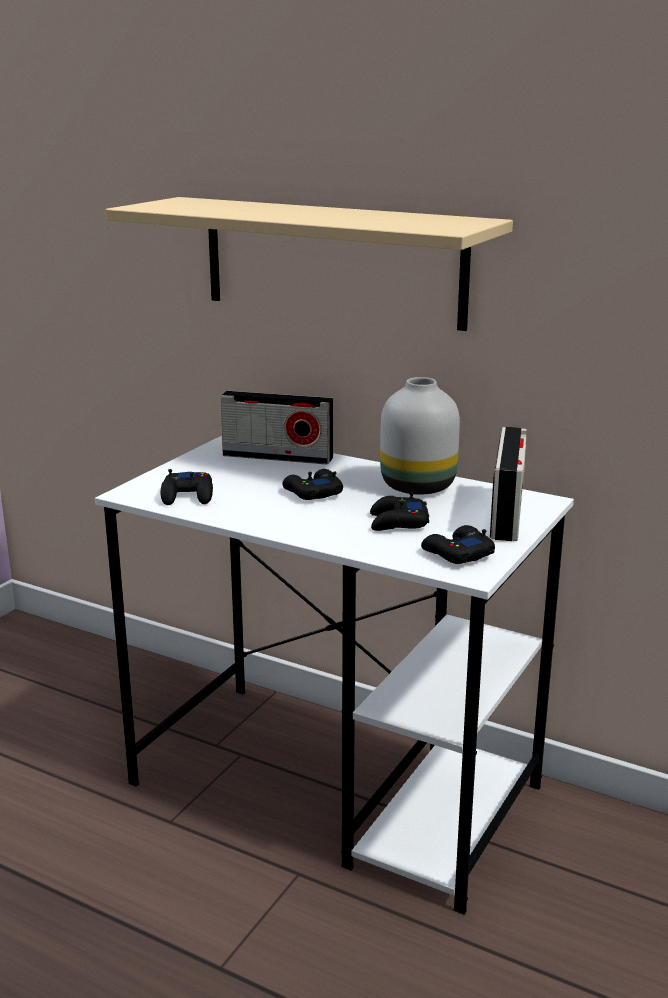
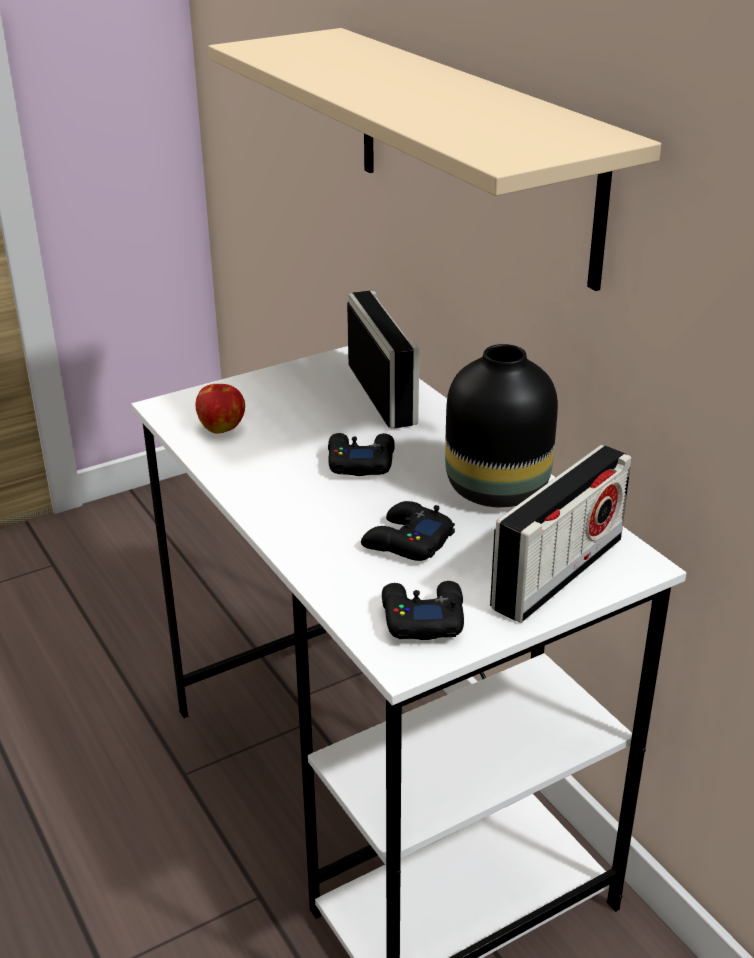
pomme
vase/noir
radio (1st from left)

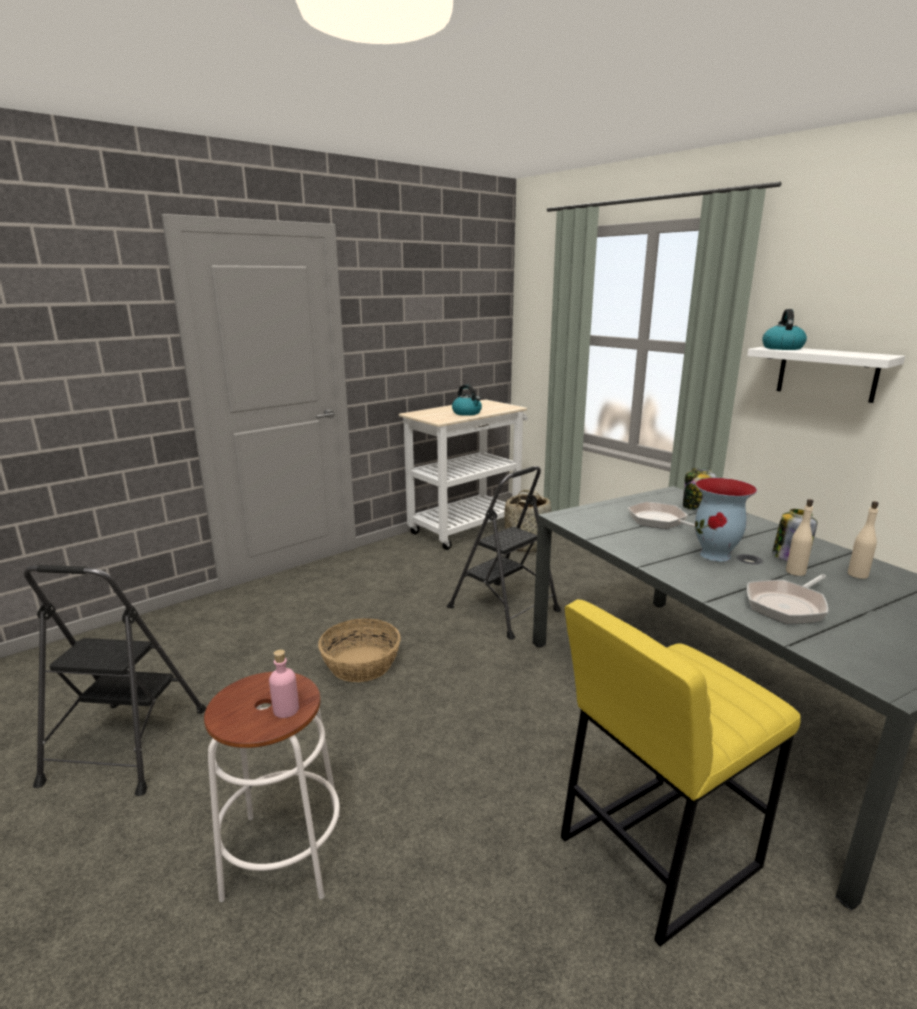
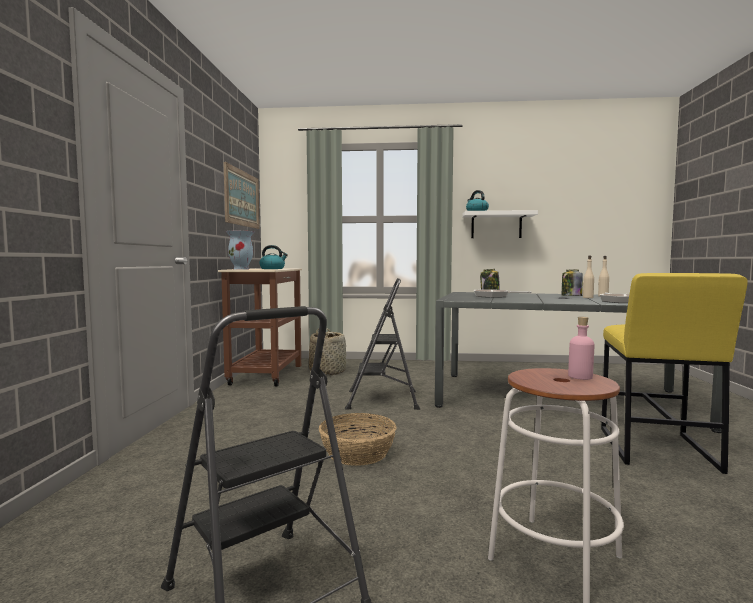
tableau
vase
chariot/marron

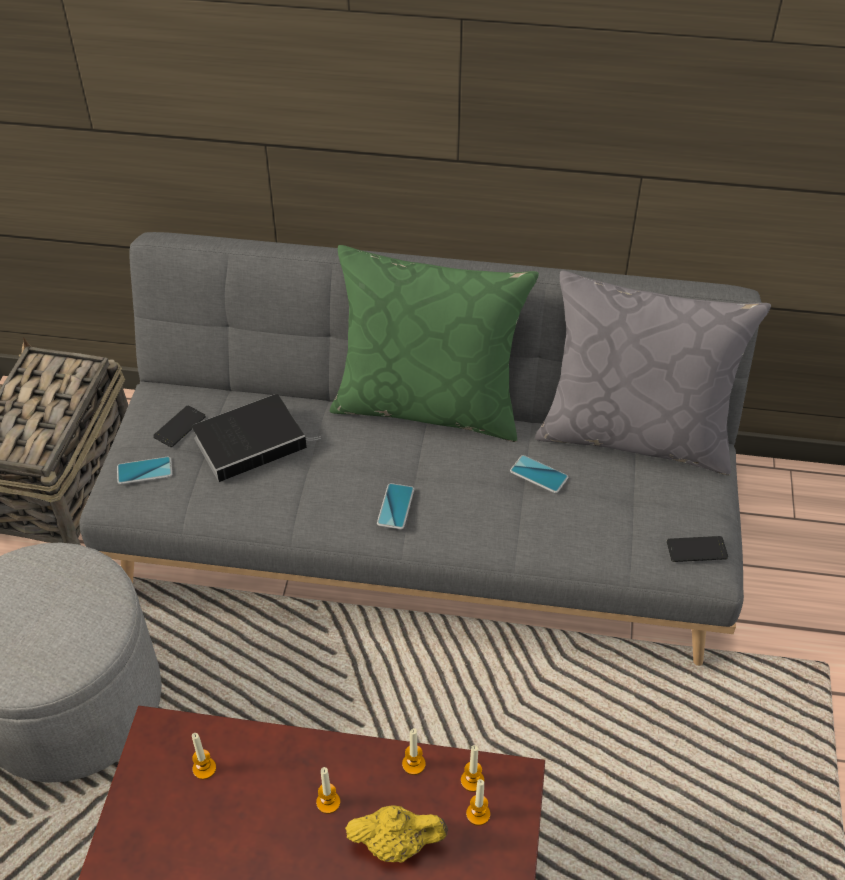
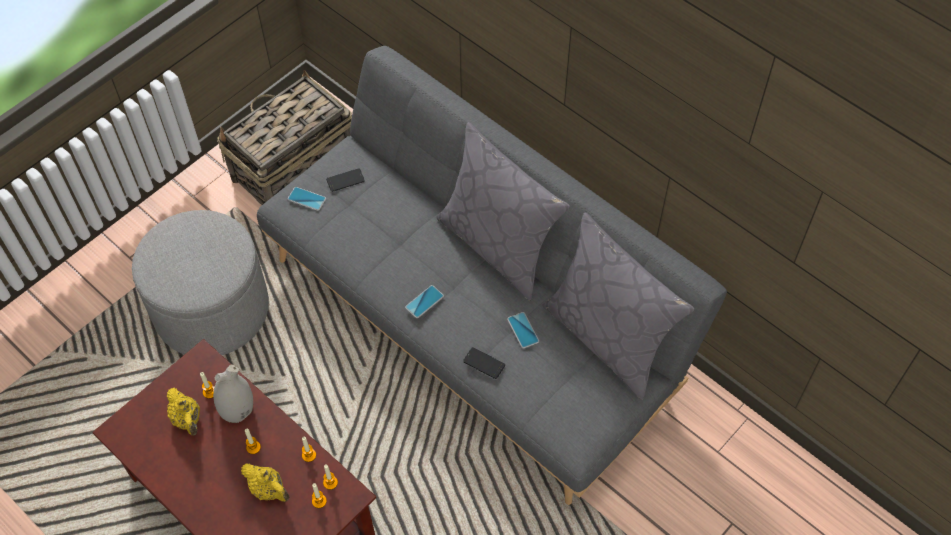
livre
théière/jaune (1st from left)
vase/blanc
téléphone (4th from left)
coussin/gris (1st from left)

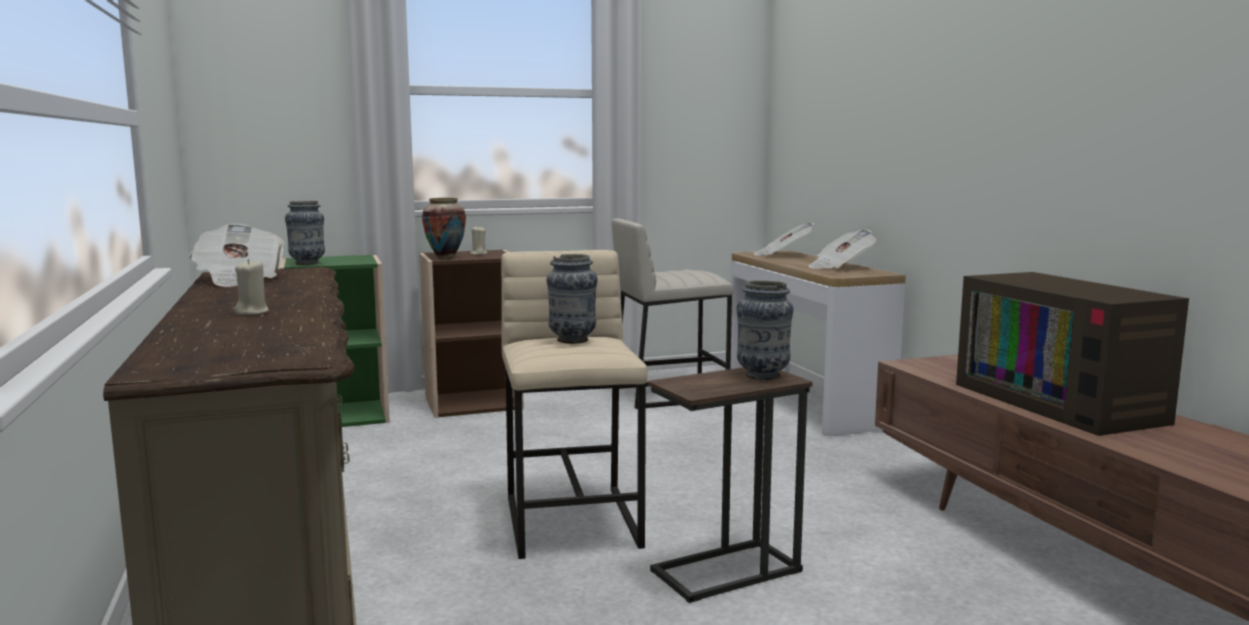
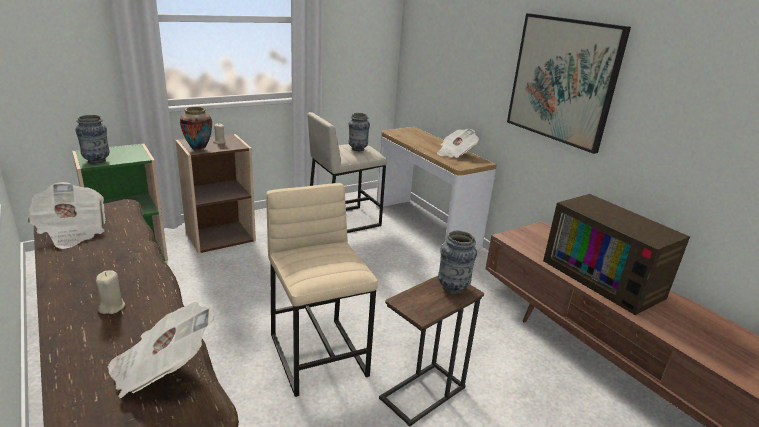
tableau
vase (3rd from left)
journal (2nd from left)

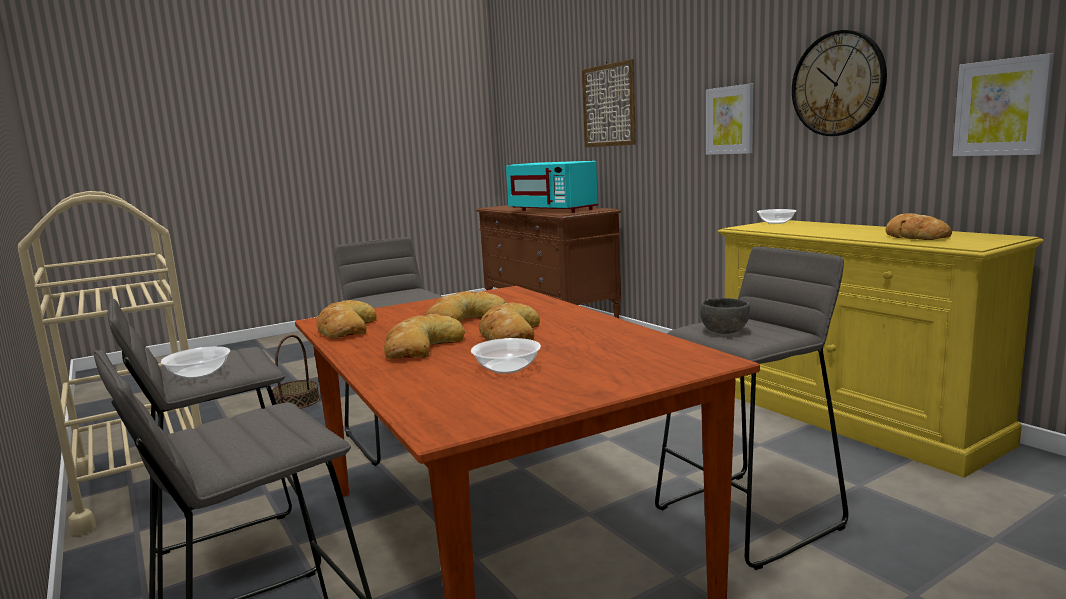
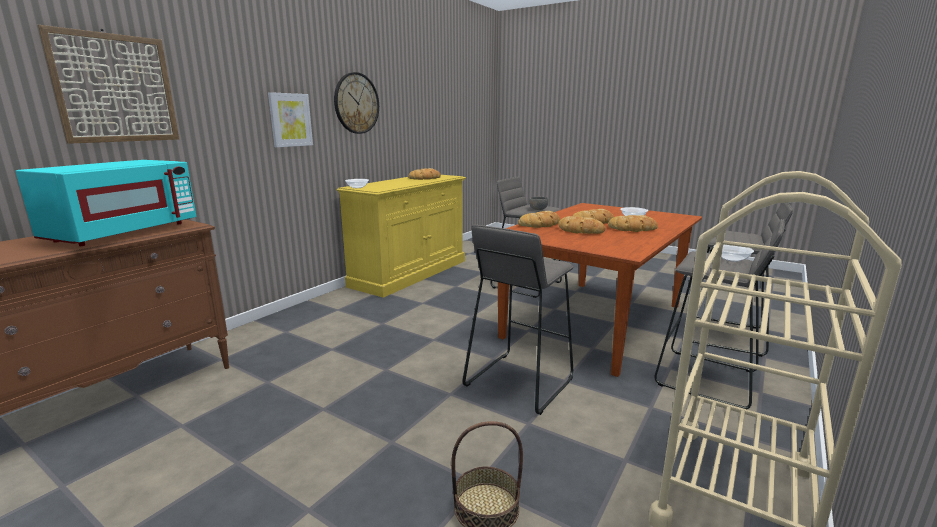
tableau (3rd from left in the first image)
pain (2nd from left)

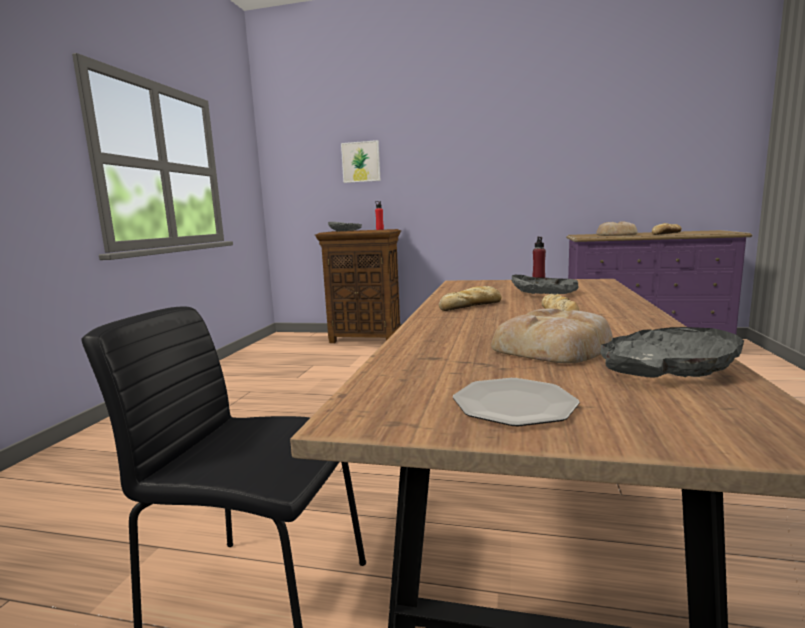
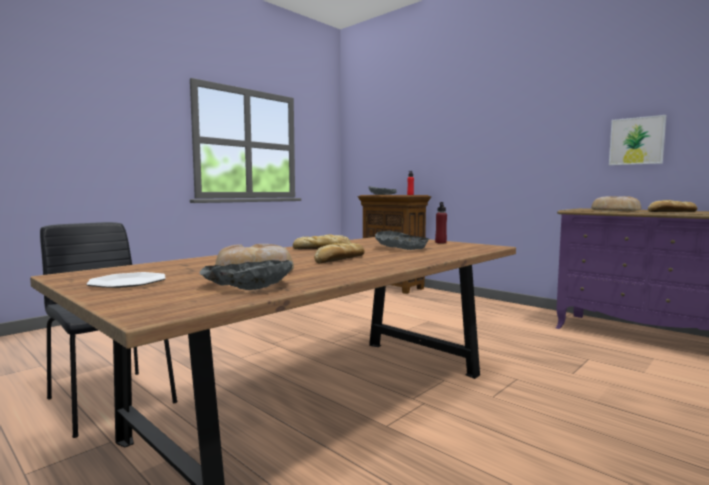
tableau

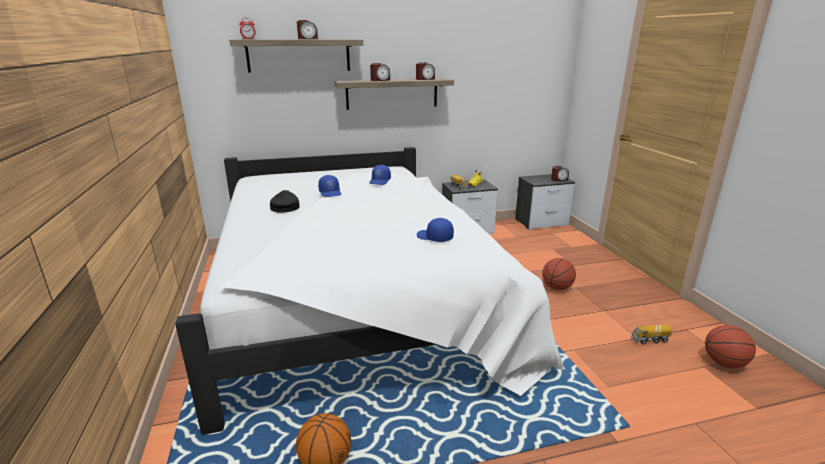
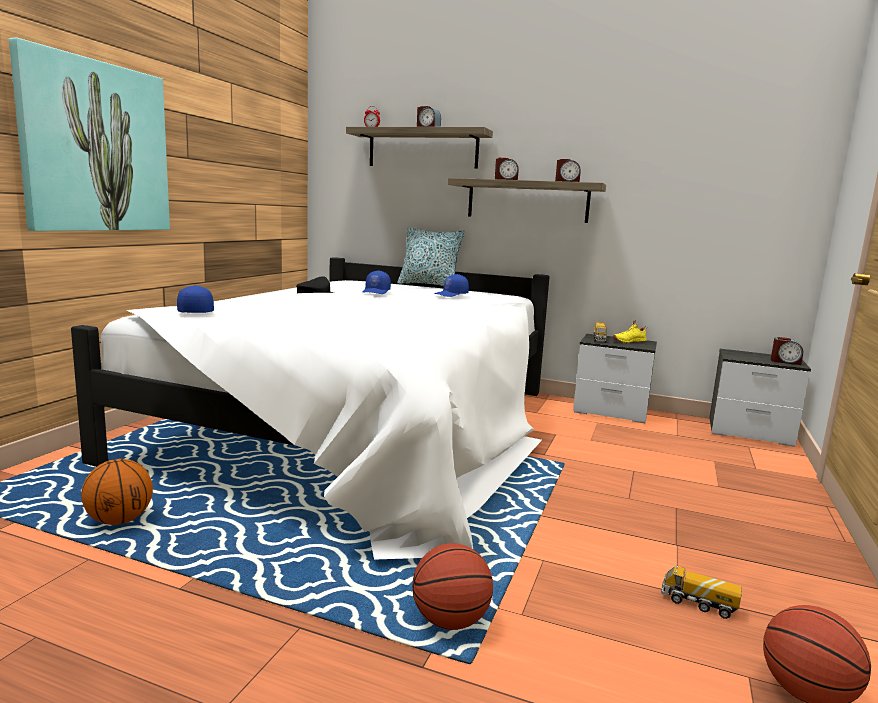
tableau
coussin
casquette/bleu (1st from left)
ballon de basket (2nd from left)

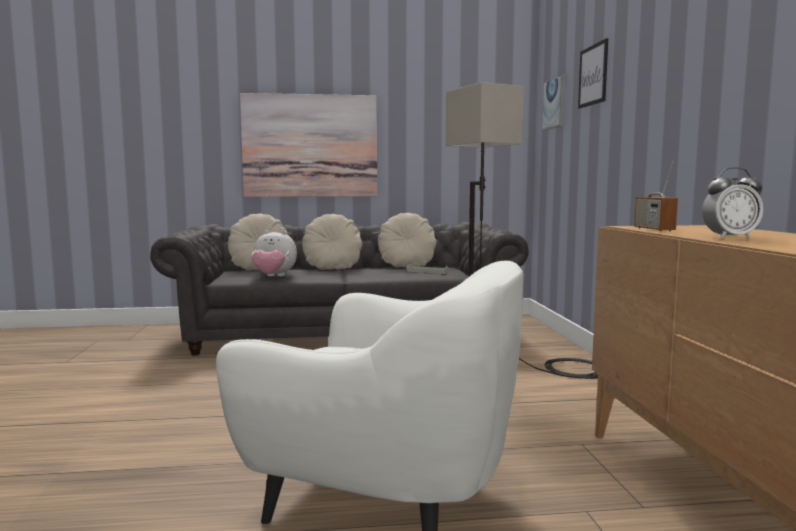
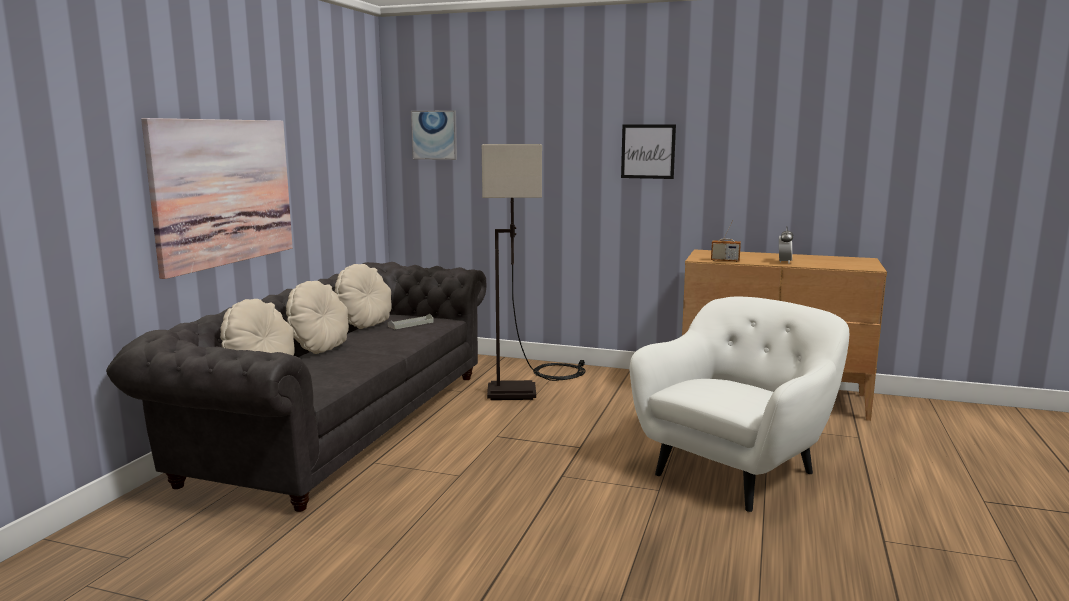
peluche
tableau (3rd from left)

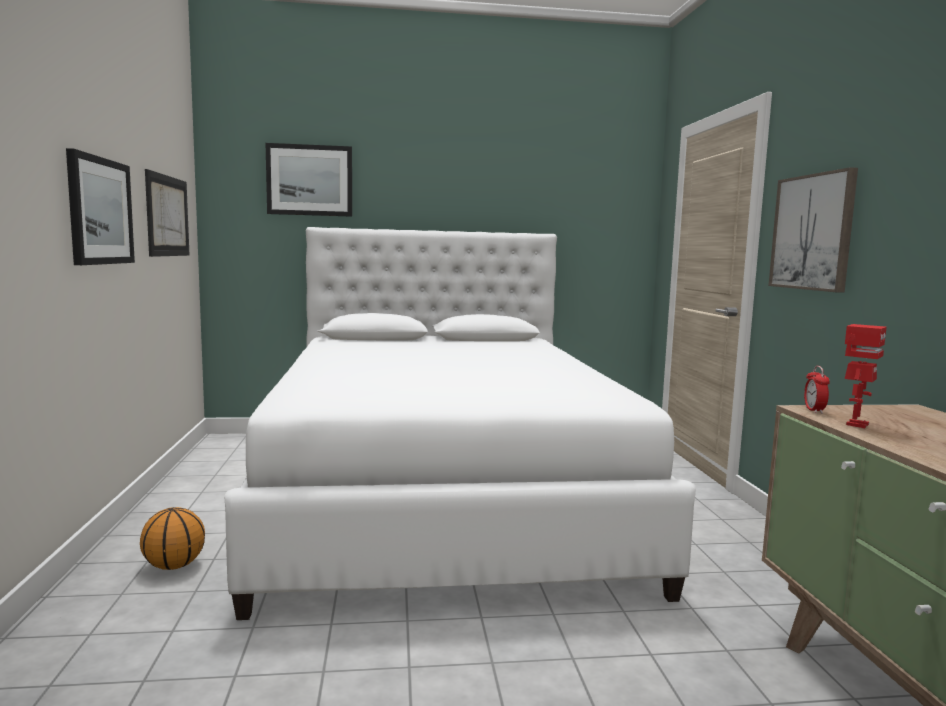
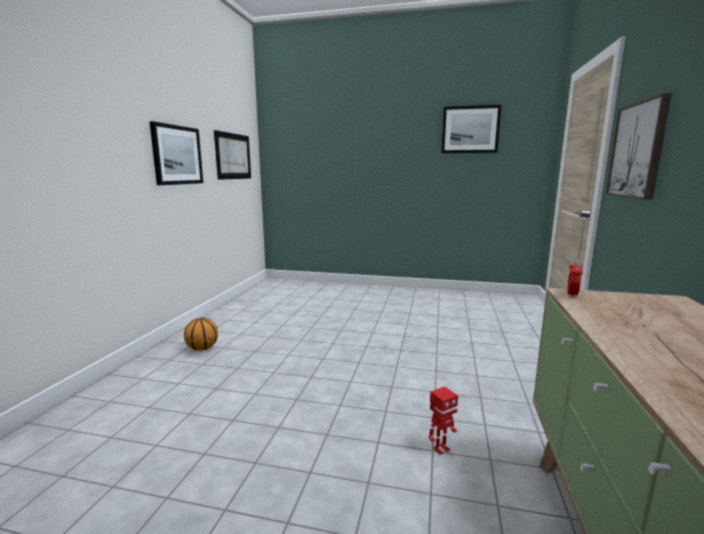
lit/blanc
tableau (3rd from left)
robot jouet

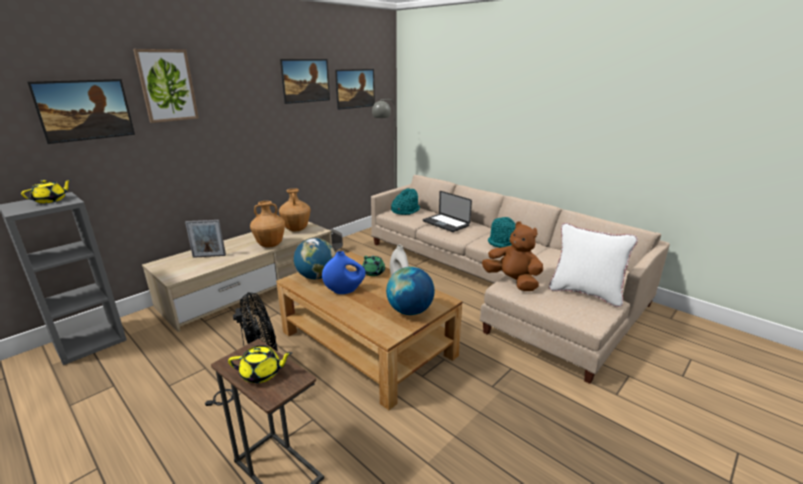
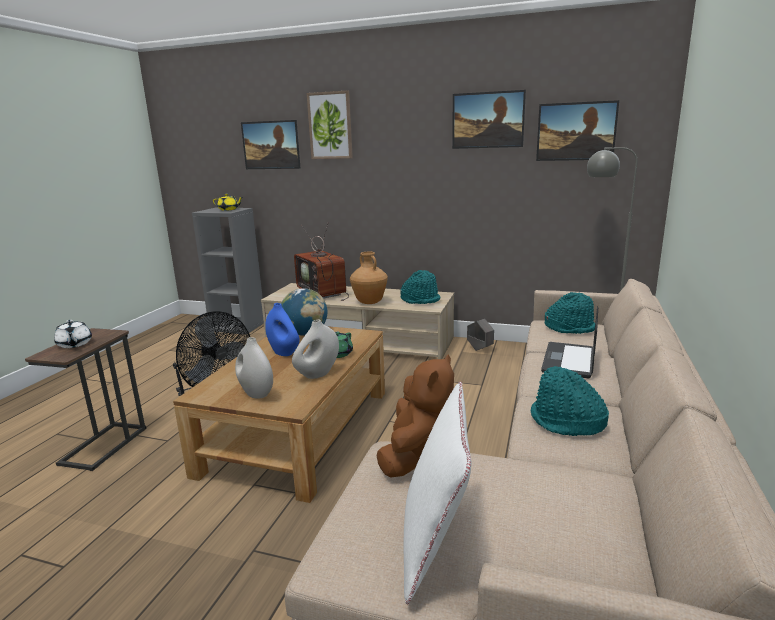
téléviseur
chapeau/turquoise (1st from left)
vase/blanc (1st from left)
théière/blanc

